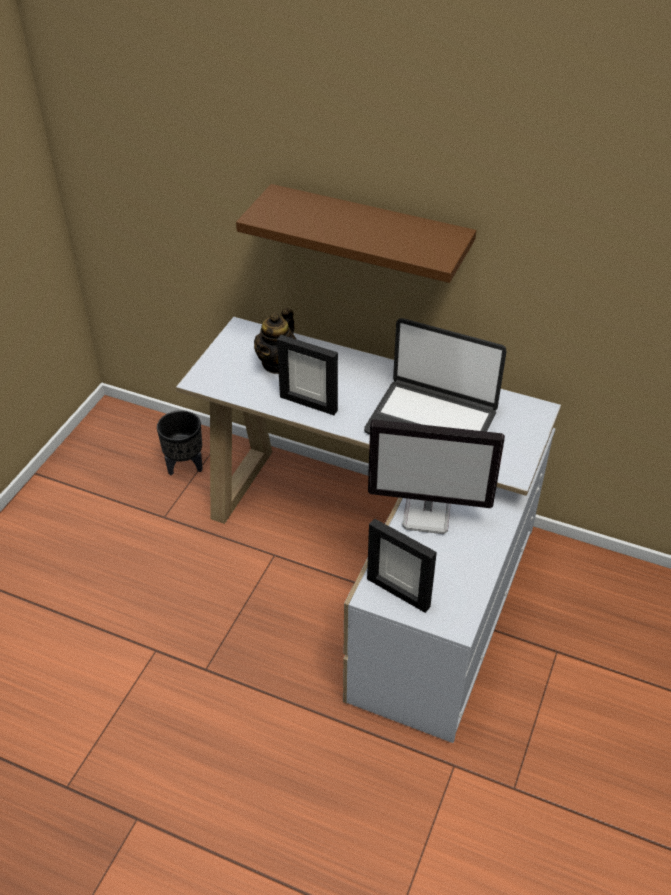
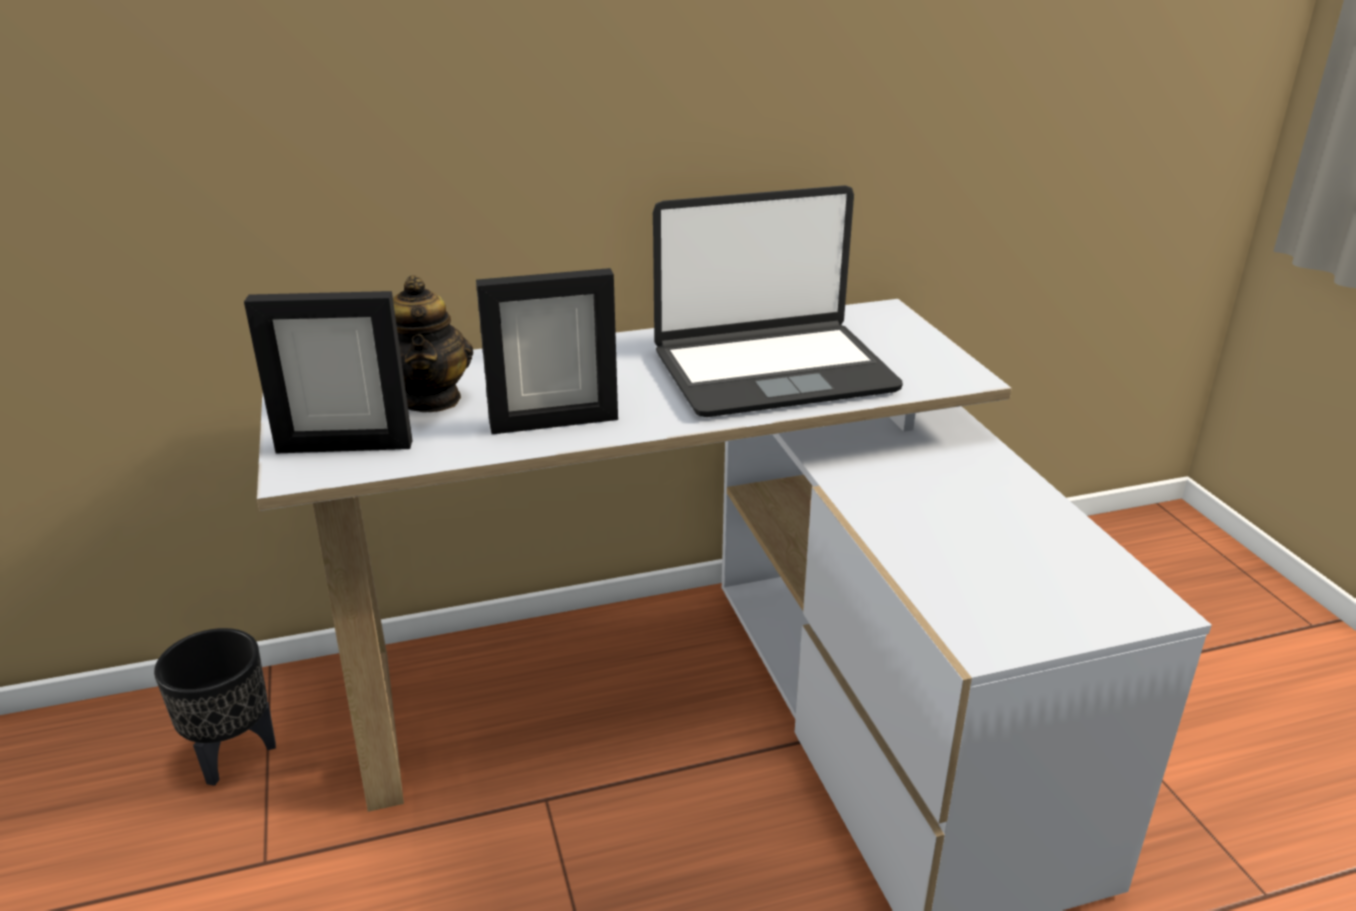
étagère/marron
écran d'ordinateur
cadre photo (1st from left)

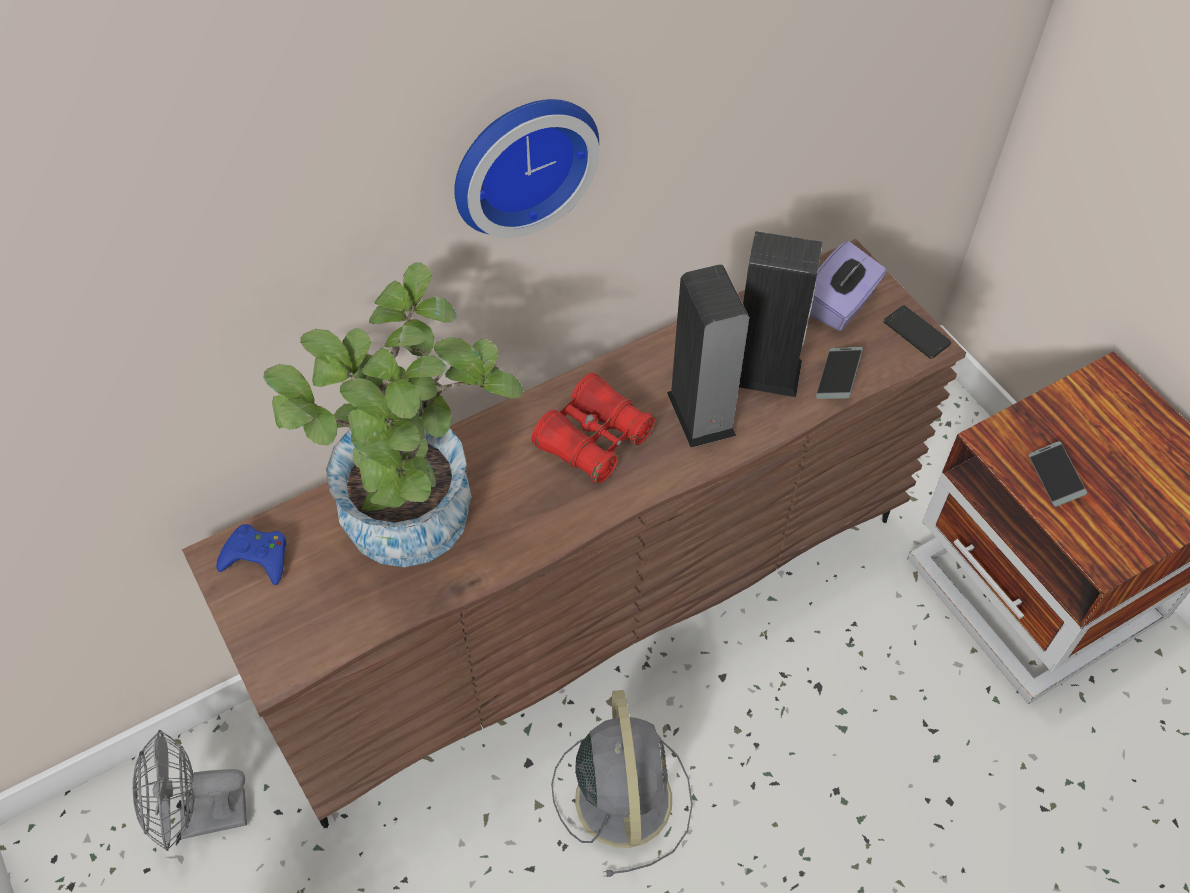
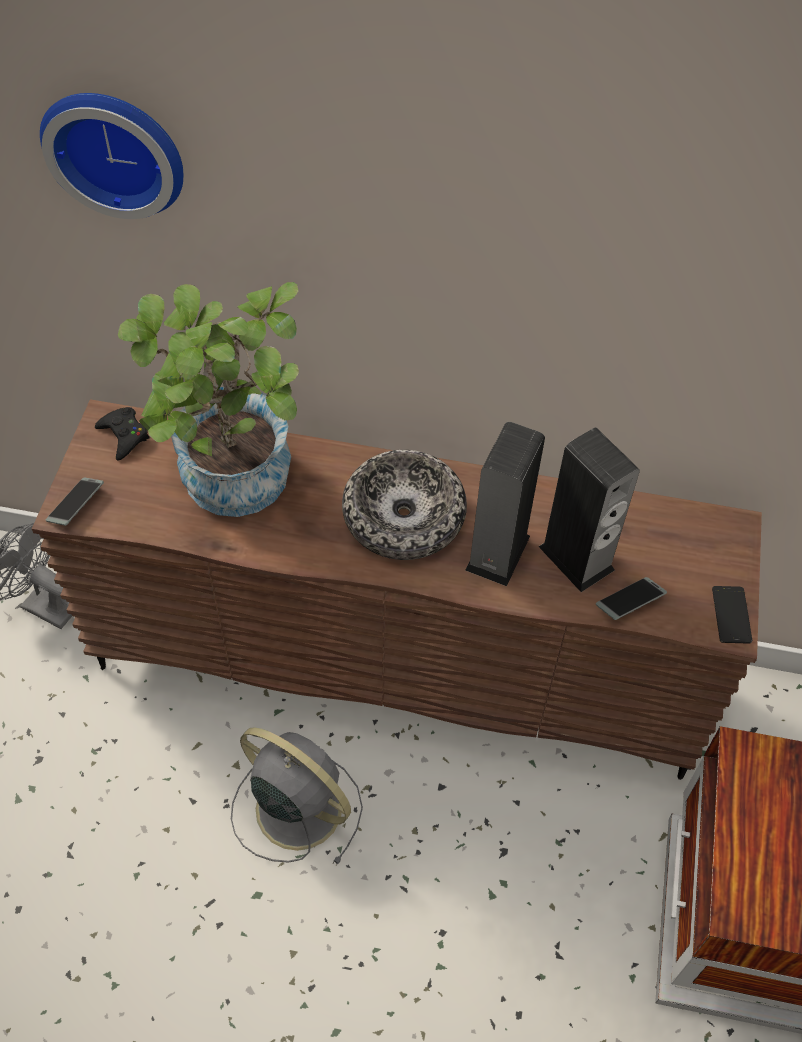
boîte à mouchoirs/violet
horloge murale
téléphone (1st from left)
bol
manette/noir
ventilateur/gris (2nd from left)

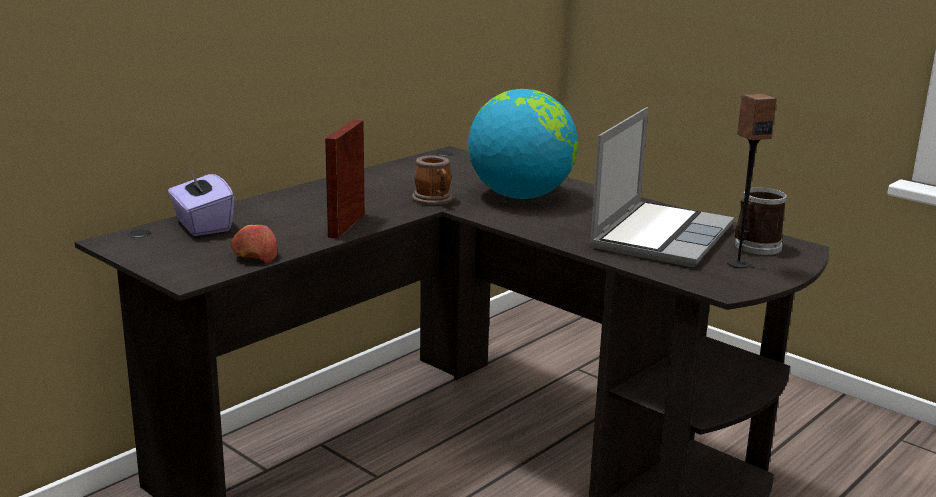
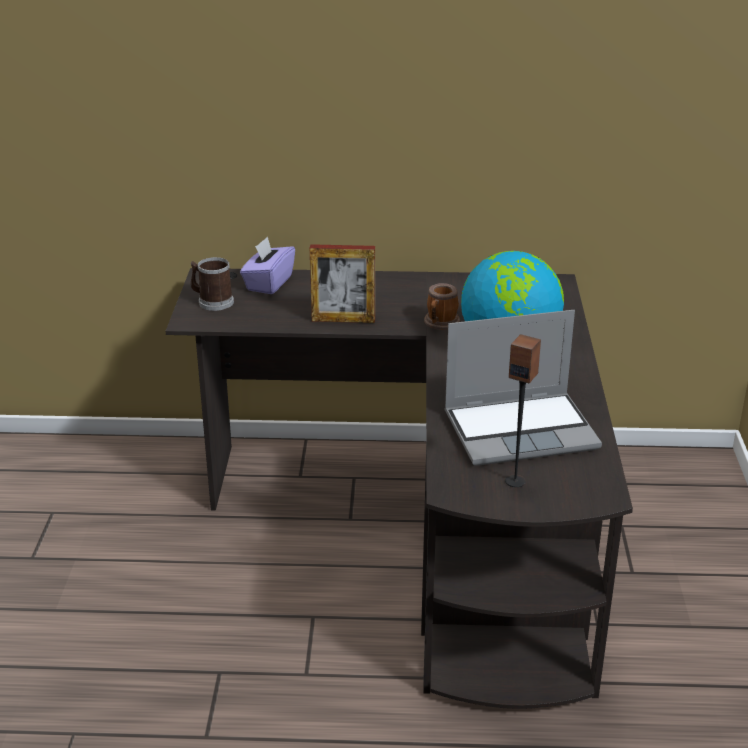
pomme
mug (1st from left)
cadre photo

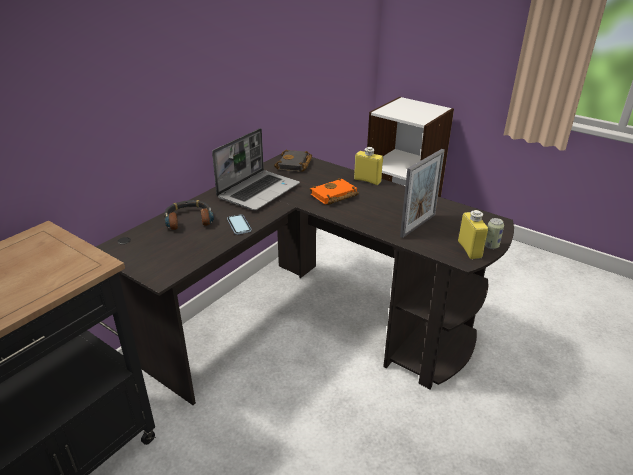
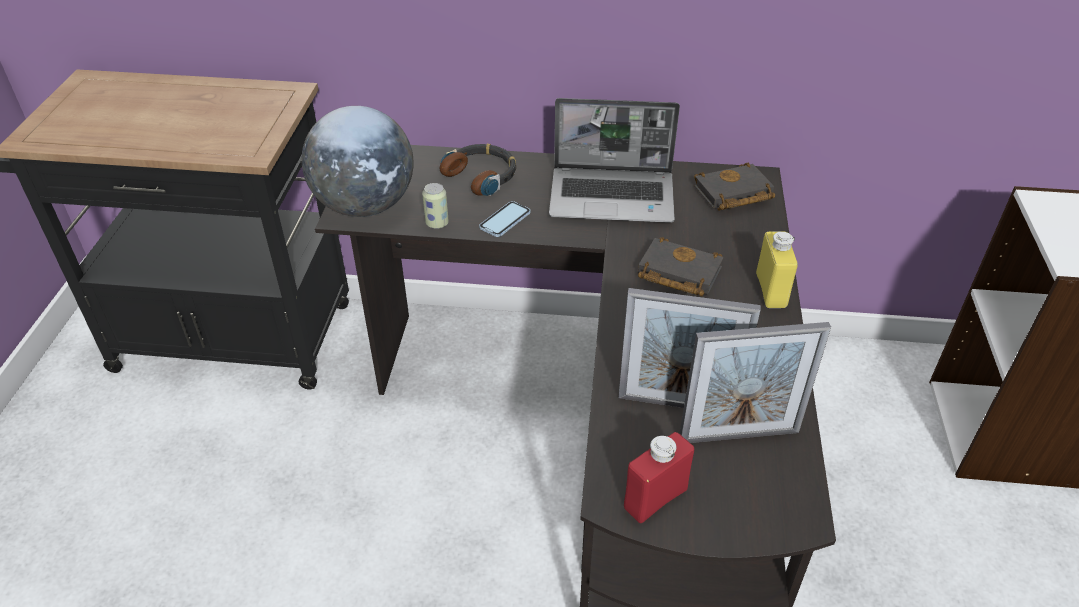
globe
cadre photo (2nd from left)
boîte métallique
livre/noir (1st from left)
bouteille/rouge

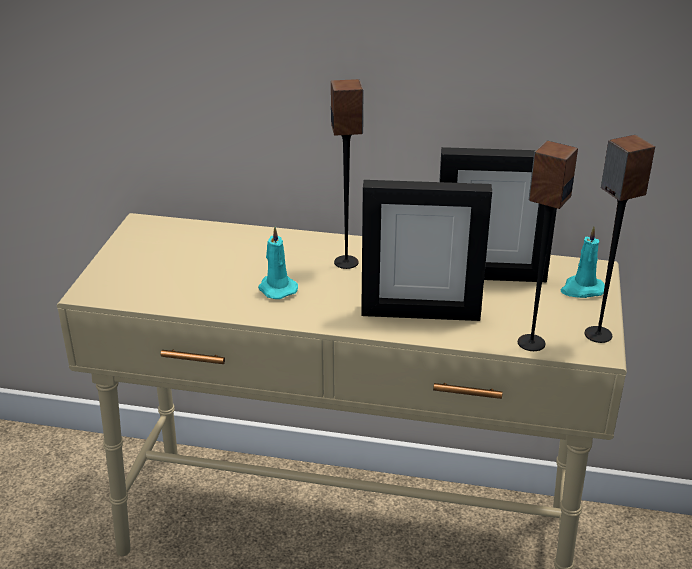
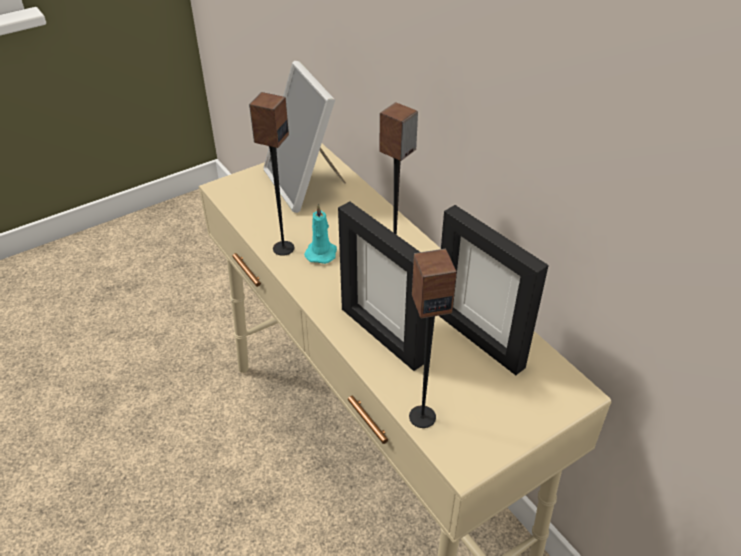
bougie/turquoise (2nd from left in the first image)
cadre photo (1st from left)
enceinte (1st from left)

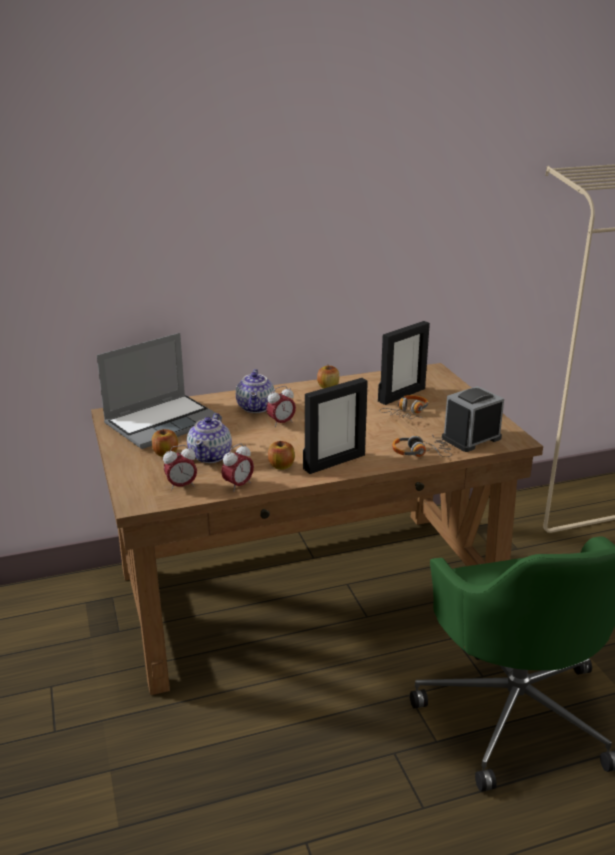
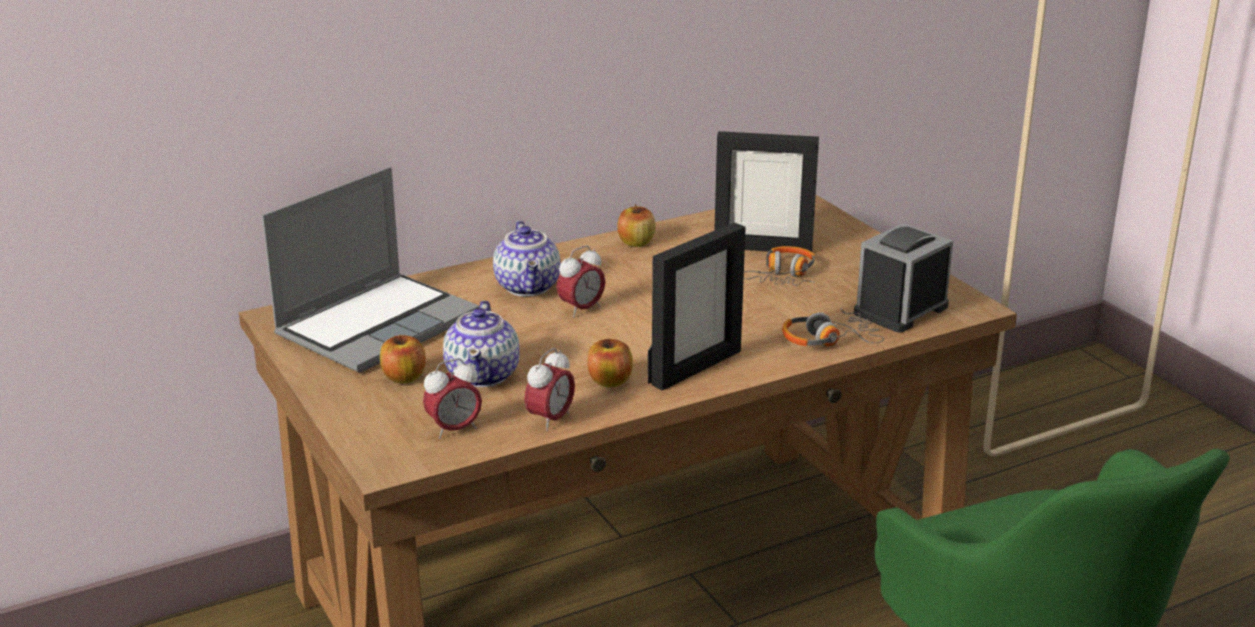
cadre photo (2nd from left)

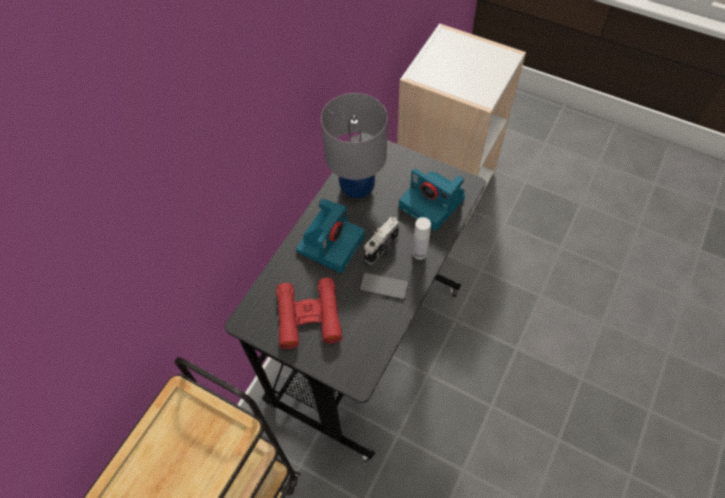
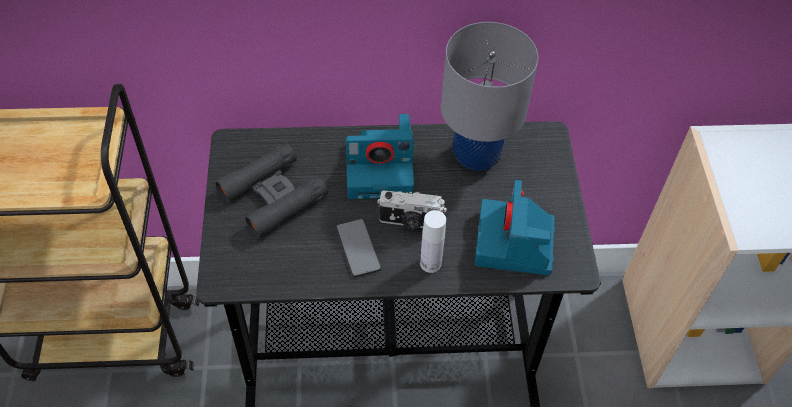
jumelles/noir

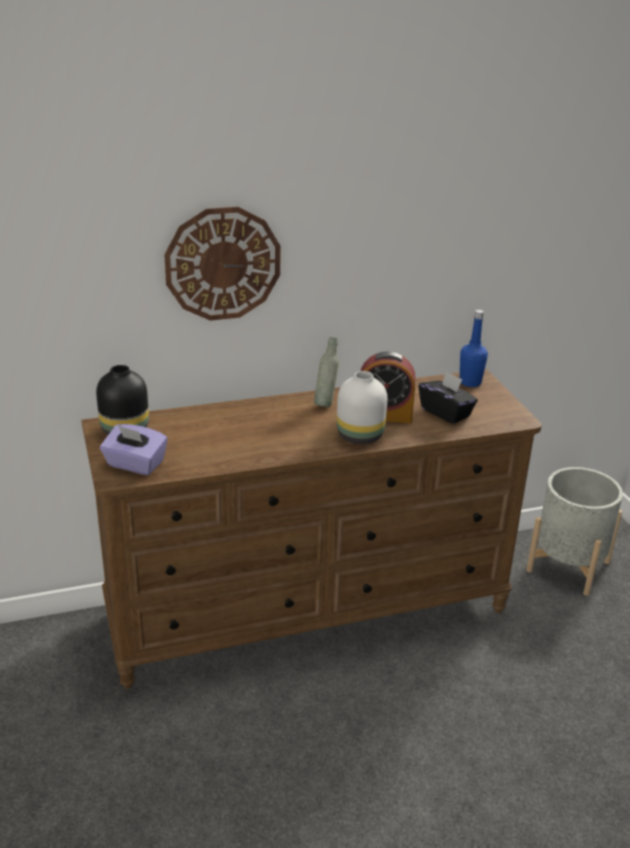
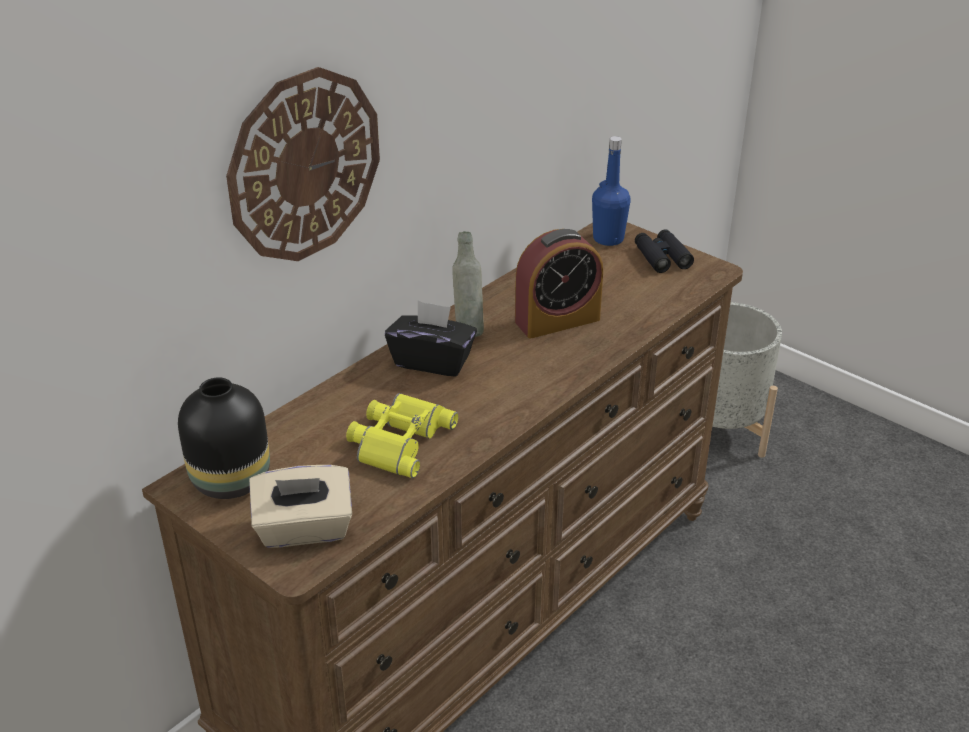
vase/blanc
jumelles/jaune
jumelles/noir
boîte à mouchoirs/noir
boîte à mouchoirs/beige

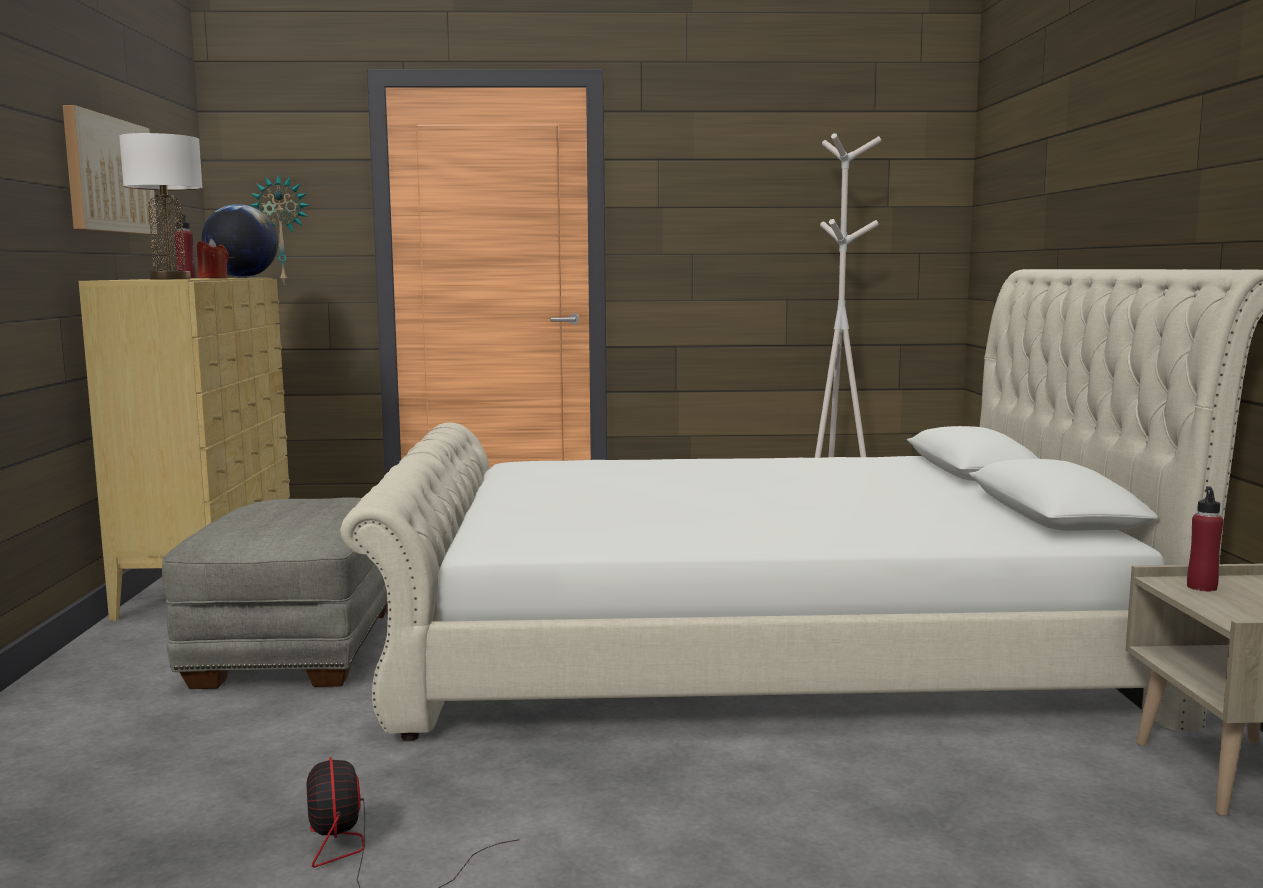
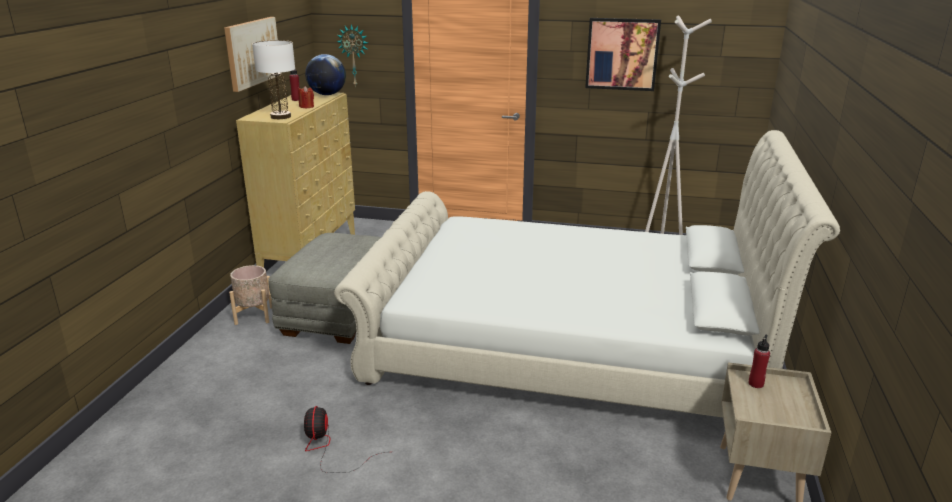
cache-pot/beige
tableau (2nd from left)

